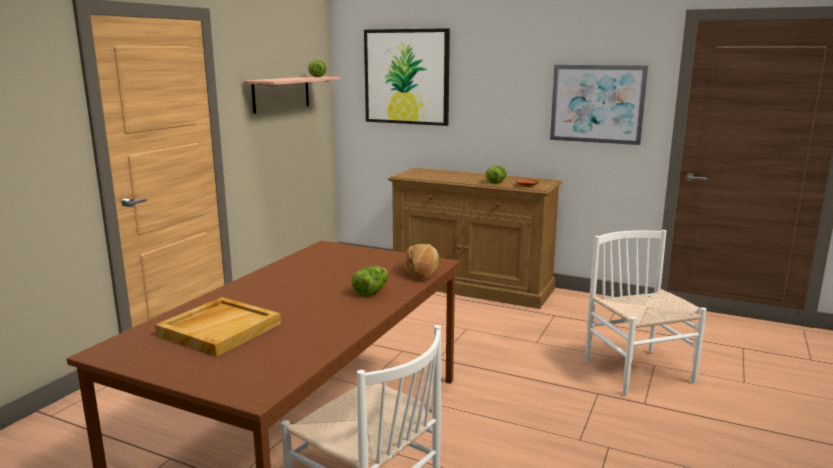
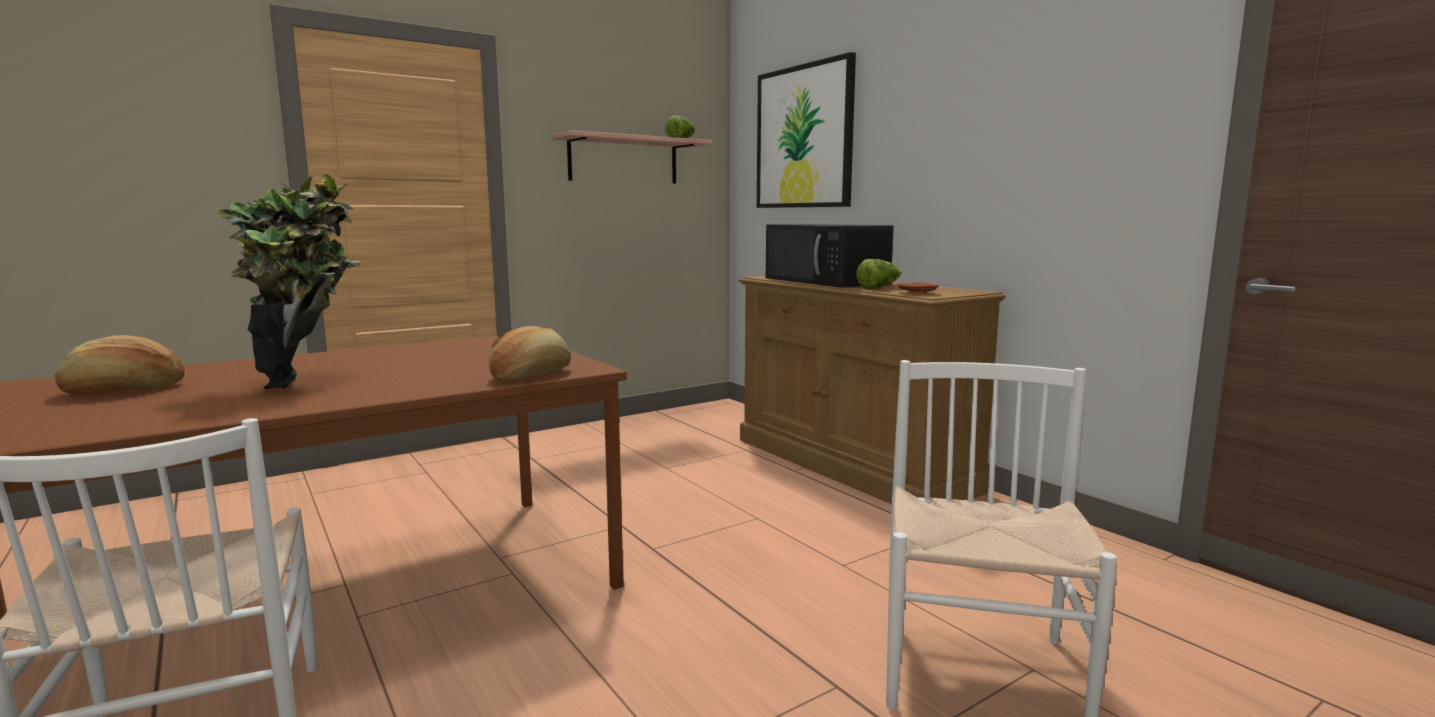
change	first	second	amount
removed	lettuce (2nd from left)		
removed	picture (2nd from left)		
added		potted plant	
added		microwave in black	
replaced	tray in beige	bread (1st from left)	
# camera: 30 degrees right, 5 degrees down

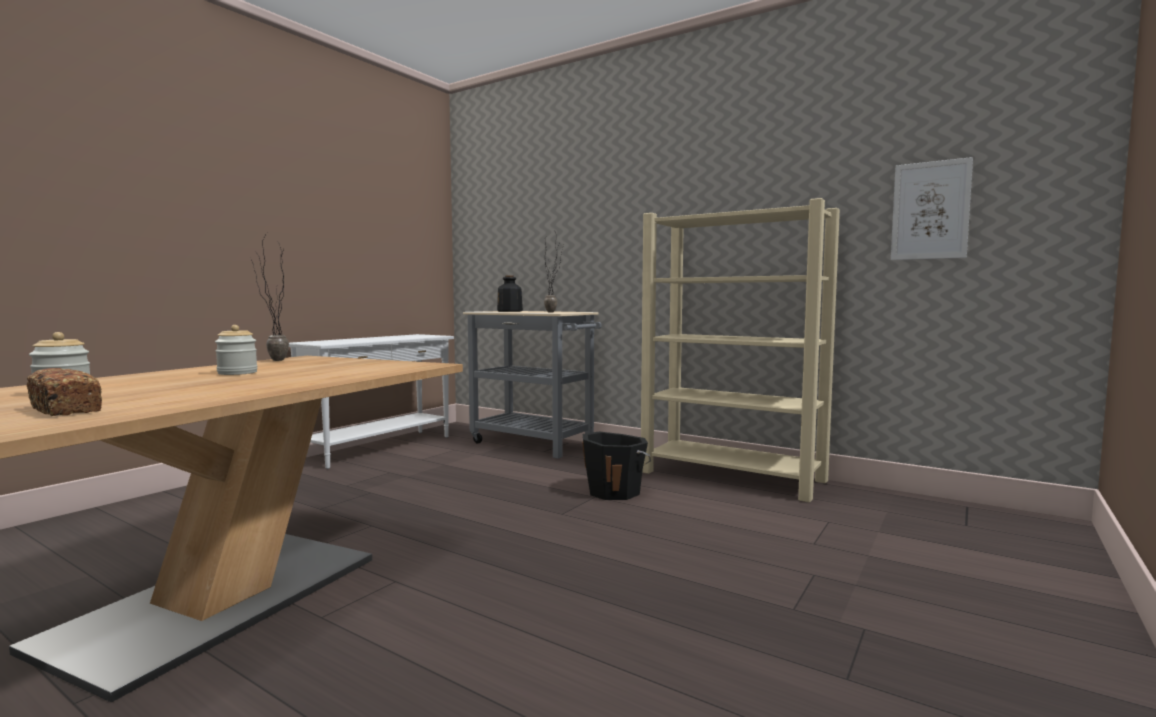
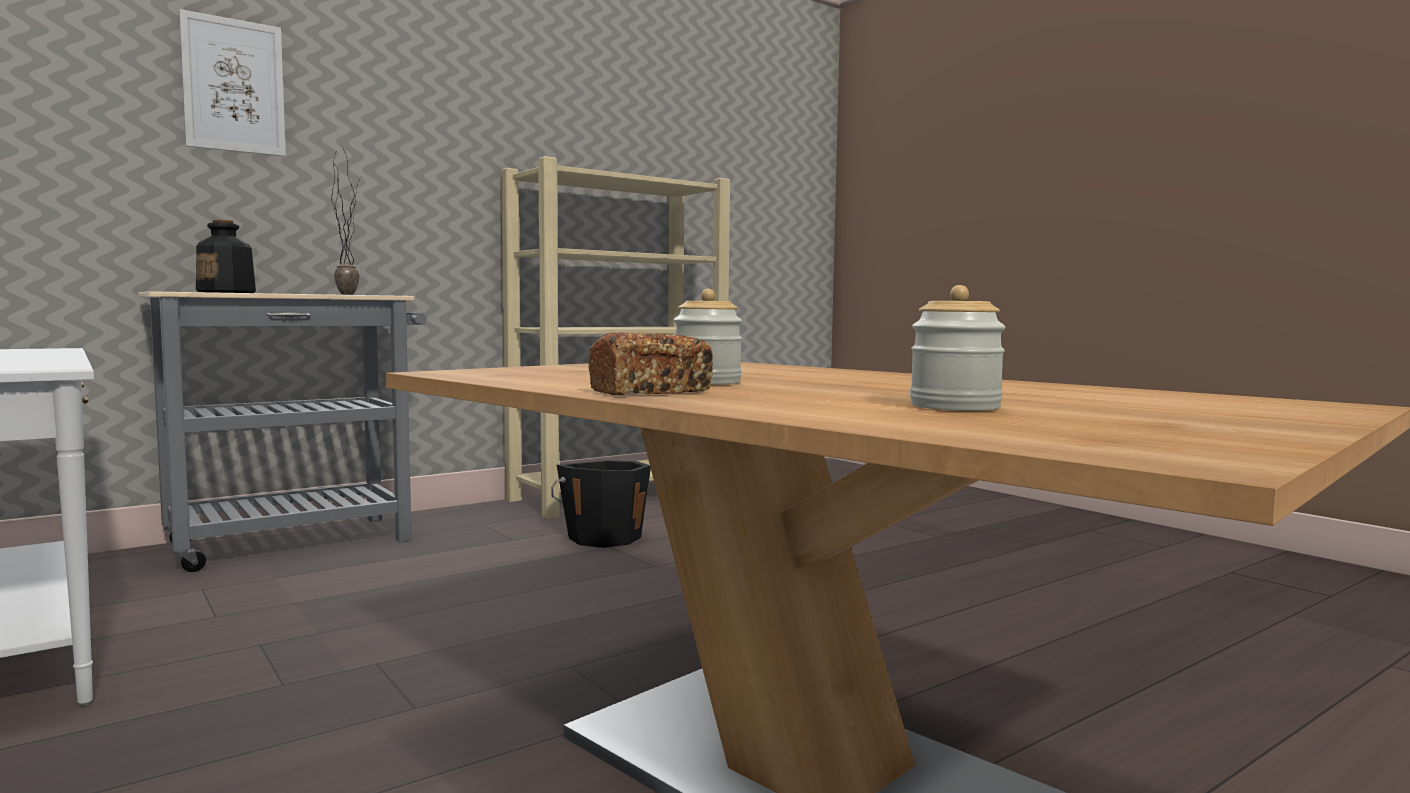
change	first	second	amount
removed	potted plant (1st from left)		
moved	bread		
moved	picture		
# camera: 70 degrees left, 0 degrees up

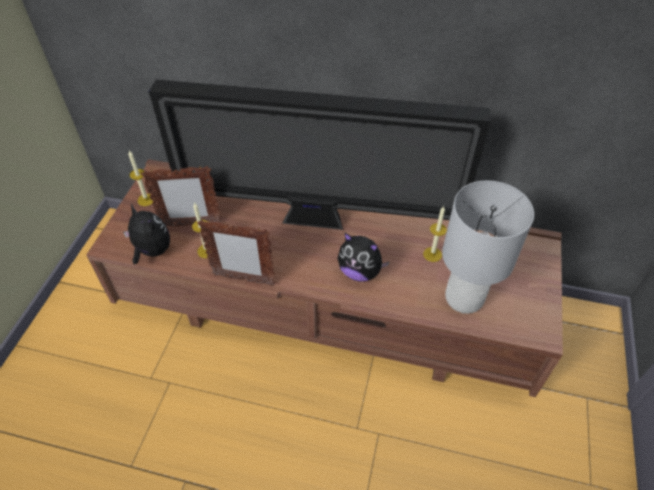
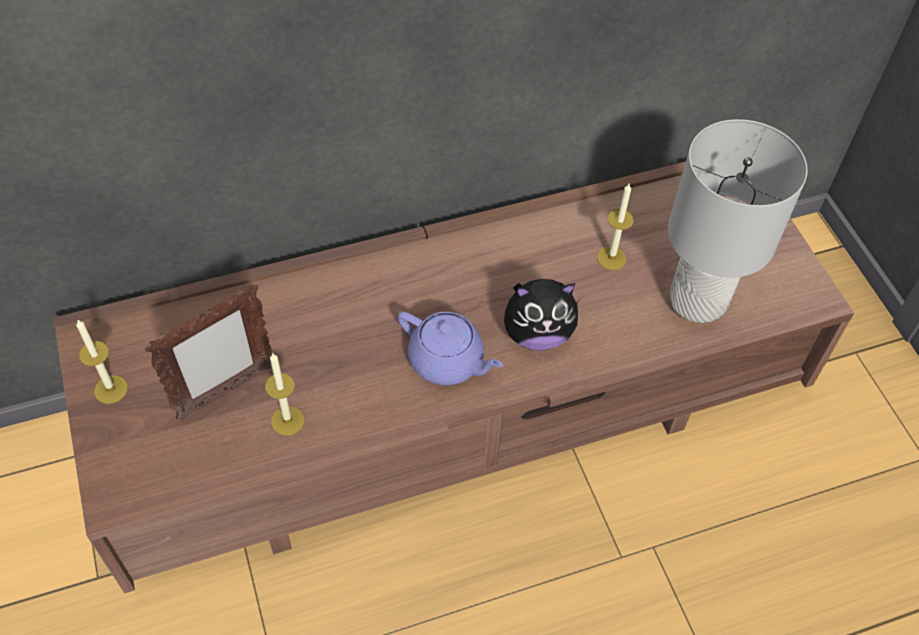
change	first	second	amount
removed	plush toy (1st from left)		
removed	television		
removed	picture frame (2nd from left)		
added		teapot in purple	
# camera: 35 degrees left, 5 degrees up

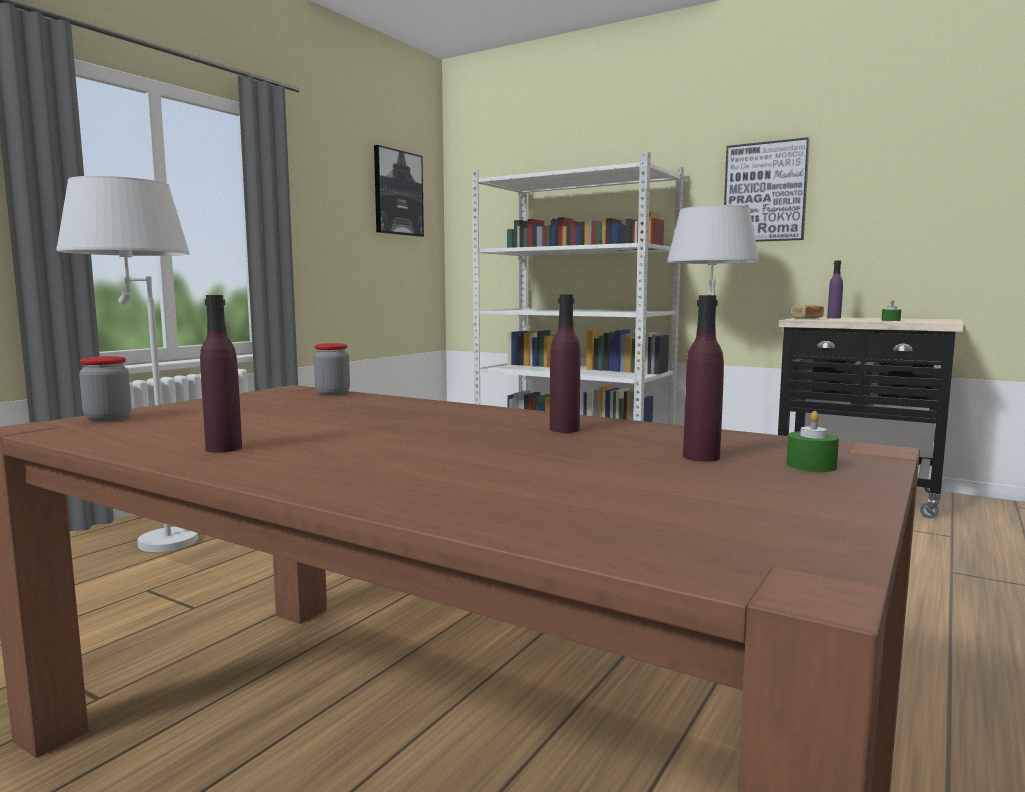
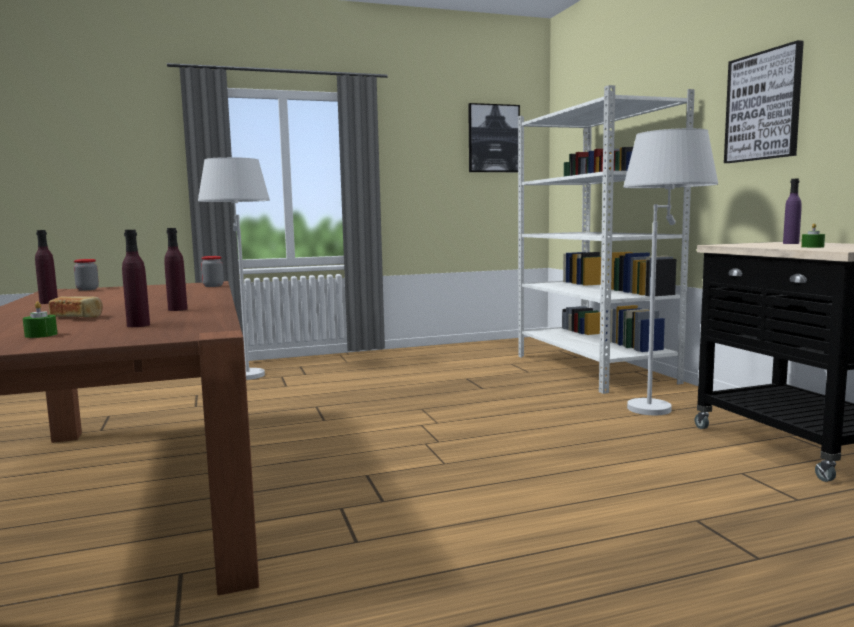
change	first	second	amount
moved	candle in green (1st from left)		
moved	bread		
# camera: 40 degrees right, 0 degrees up

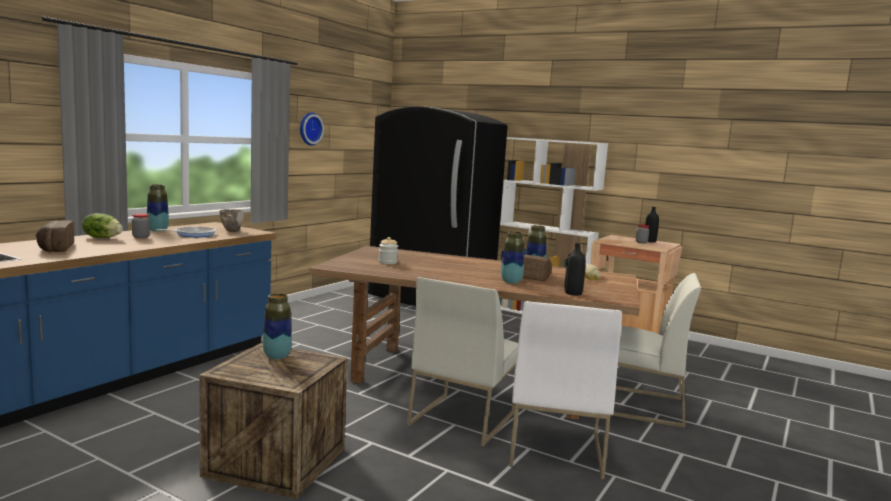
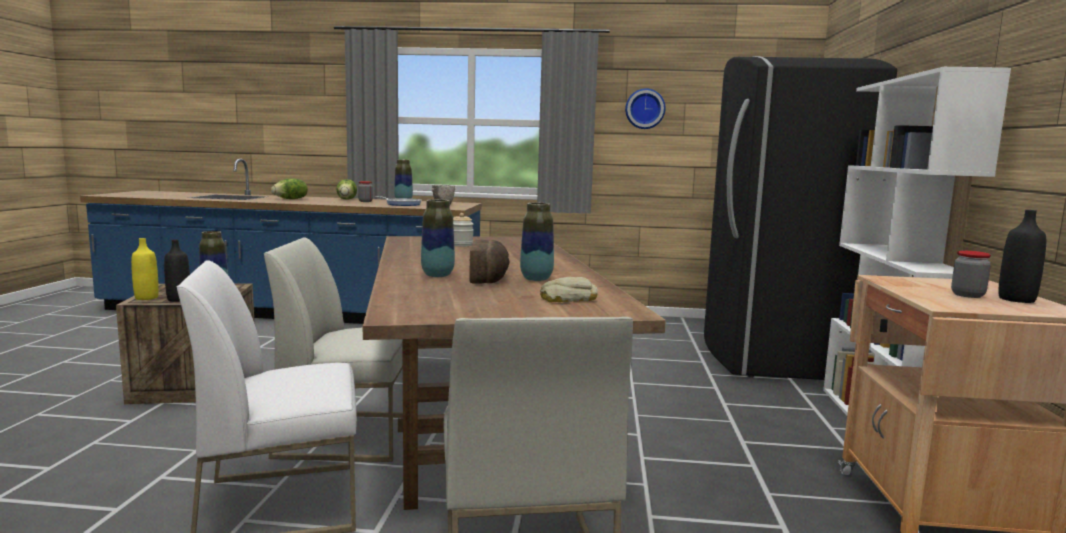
change	first	second	amount
added		bottle in yellow	
moved	bottle in black (1st from left)		
replaced	bread (1st from left)	lettuce (1st from left)	
# camera: 65 degrees right, 0 degrees up

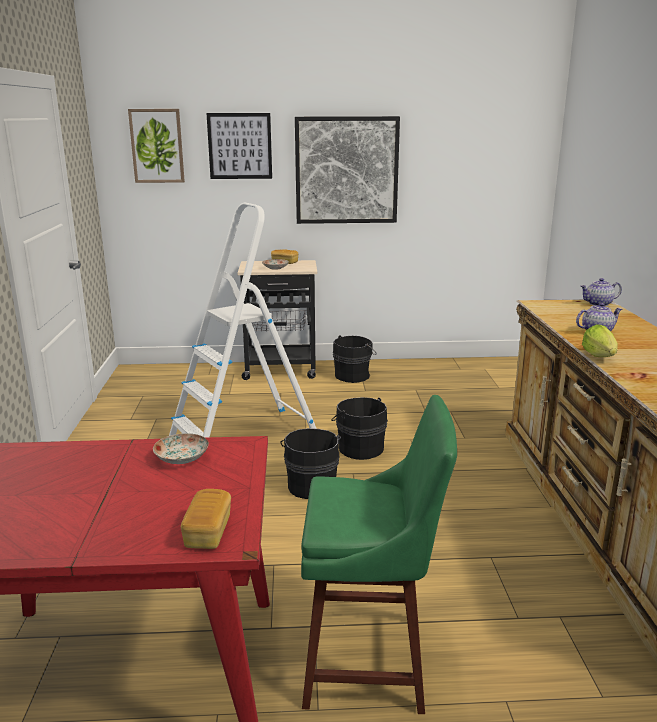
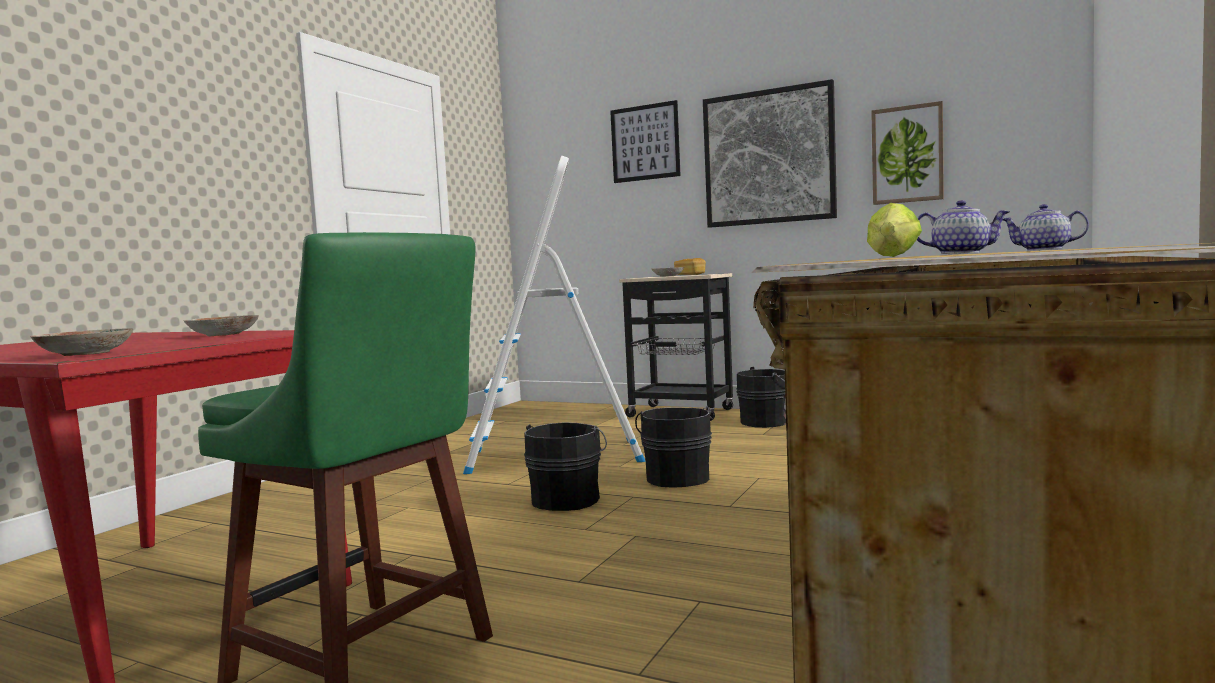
change	first	second	amount
moved	picture (1st from left in the first image)	picture (3rd from left)	
replaced	bread (1st from left)	plate (1st from left)	
# camera: 30 degrees right, 15 degrees down

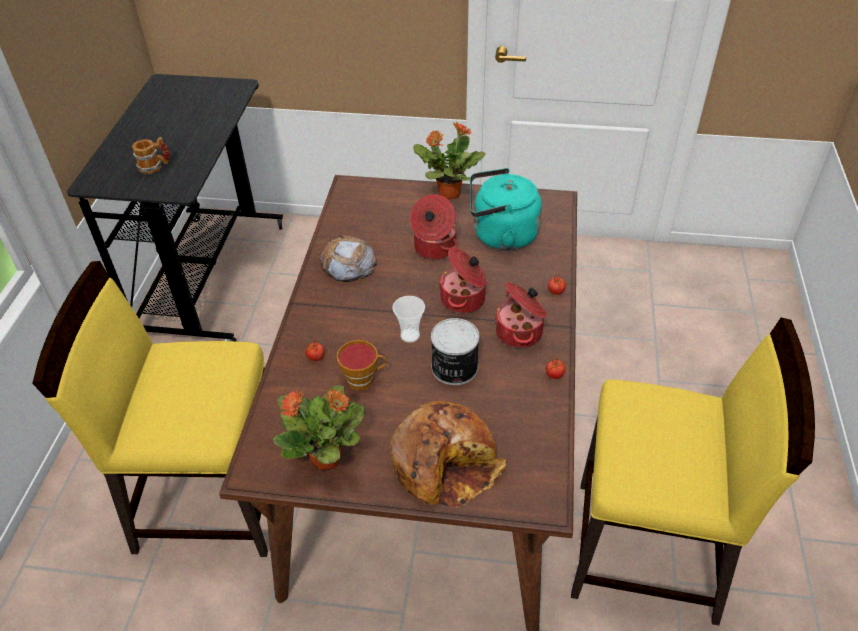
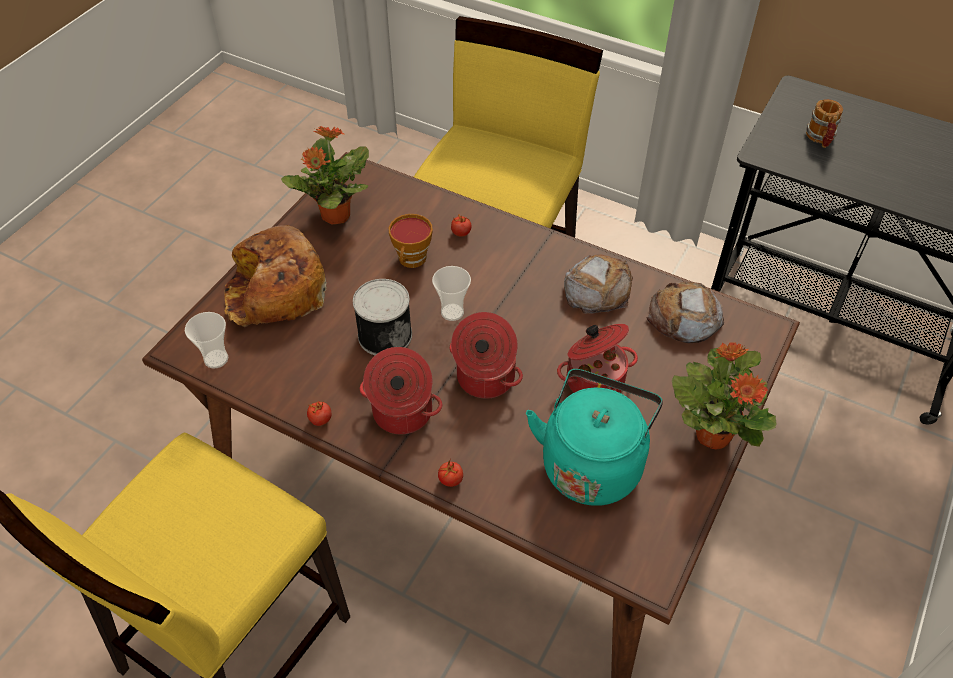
change	first	second	amount
added		cup (1st from left)	
added		bread (3rd from left)	
# camera: 110 degrees right, 5 degrees up

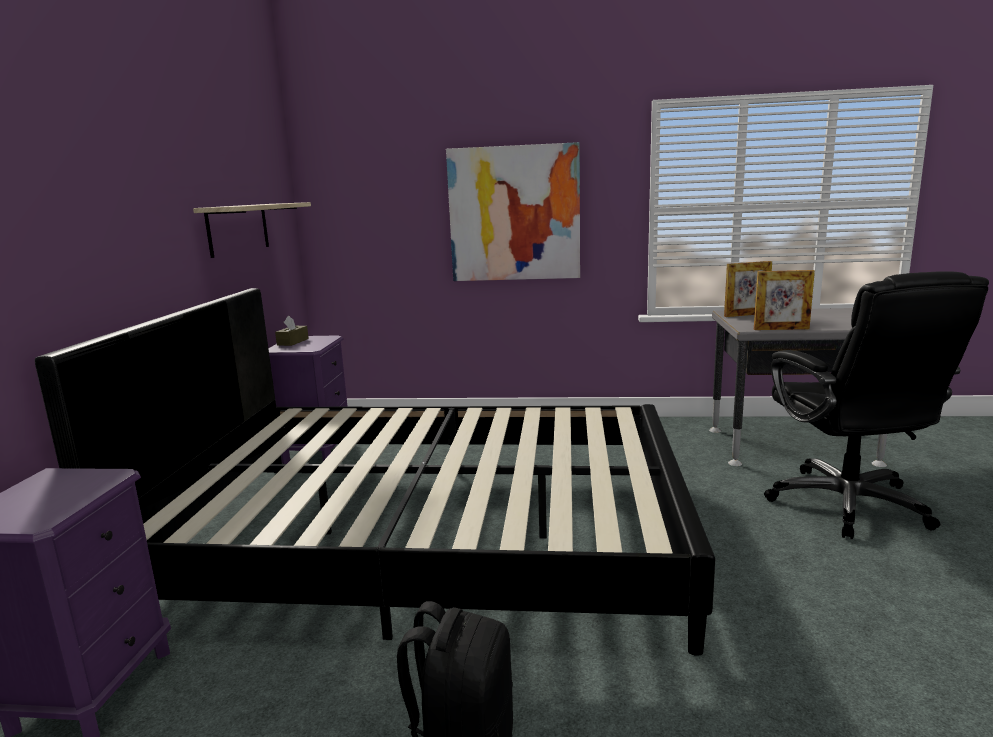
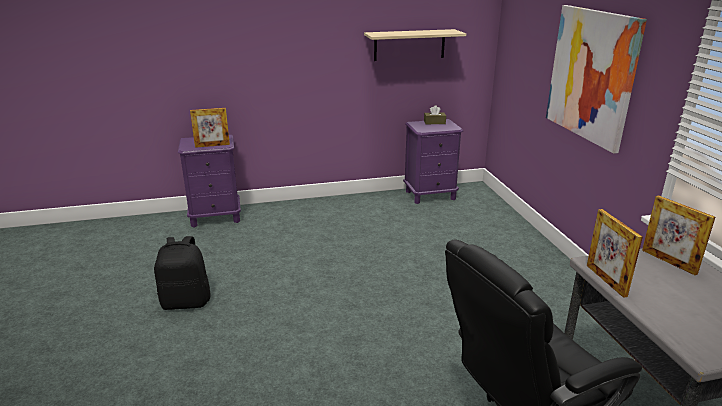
change	first	second	amount
removed	bed in black		
added		picture frame (1st from left)	
# camera: 70 degrees right, 10 degrees up

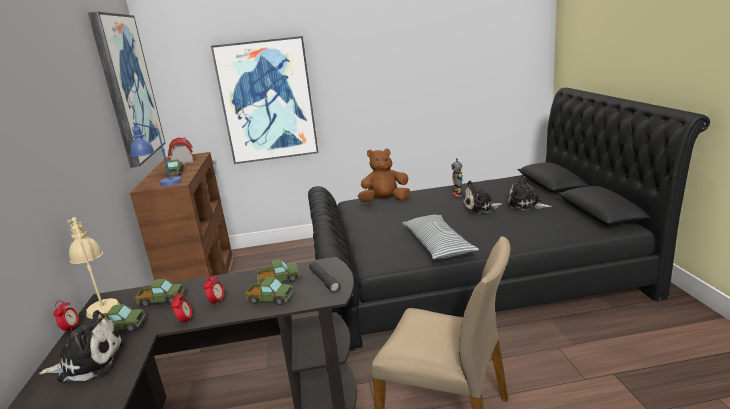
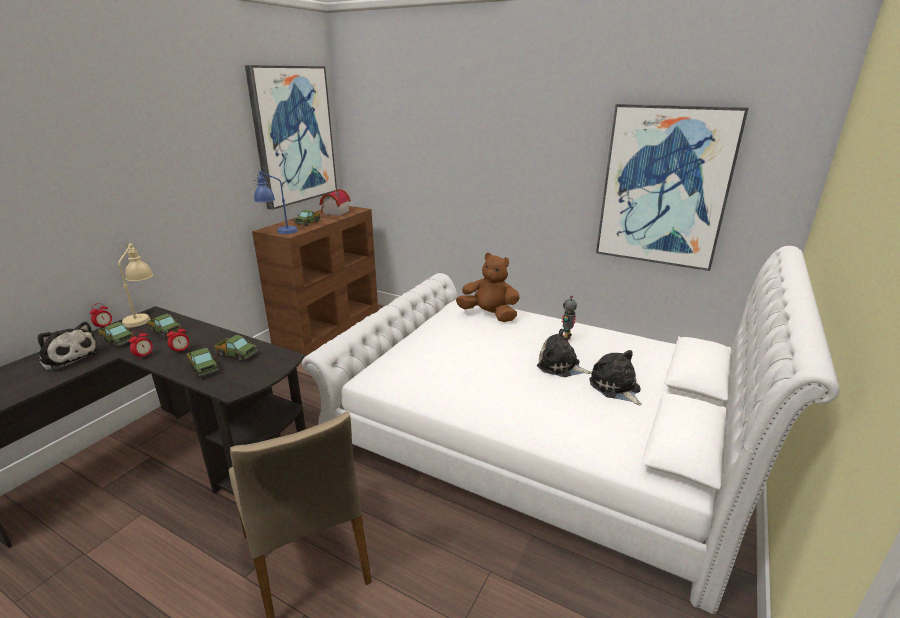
change	first	second	amount
removed	flashlight in grey		
removed	pillow		
moved	picture (2nd from left)		
recoloured	bed in black	bed in white	
# camera: 35 degrees right, 5 degrees up

